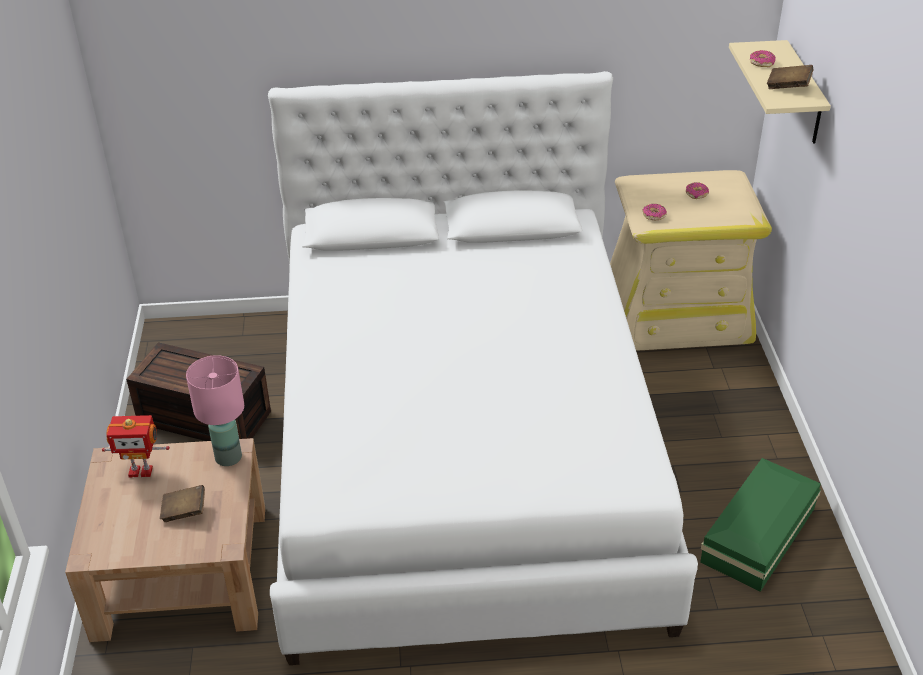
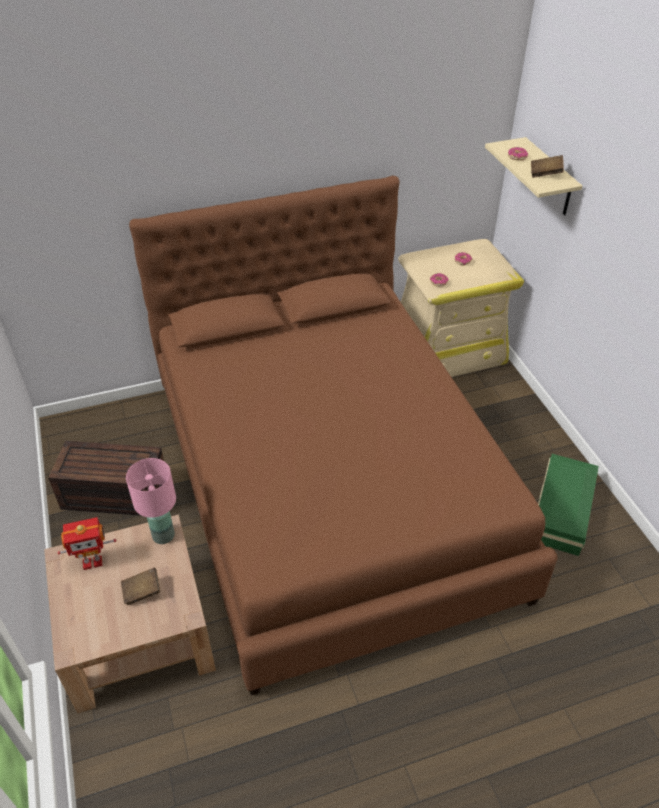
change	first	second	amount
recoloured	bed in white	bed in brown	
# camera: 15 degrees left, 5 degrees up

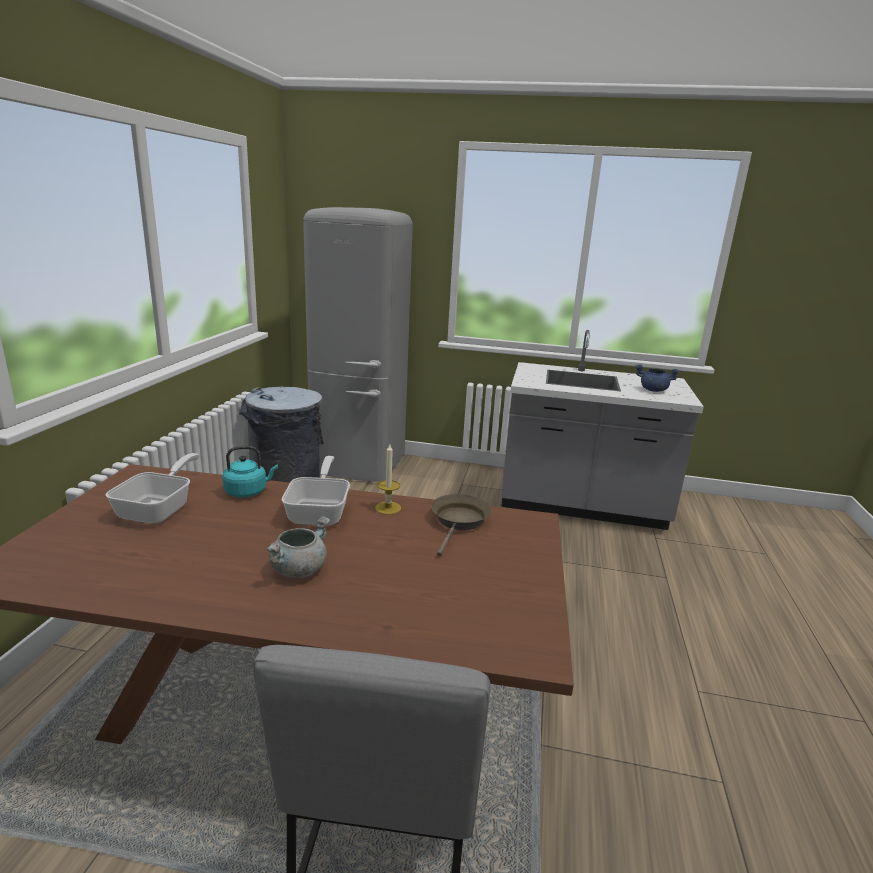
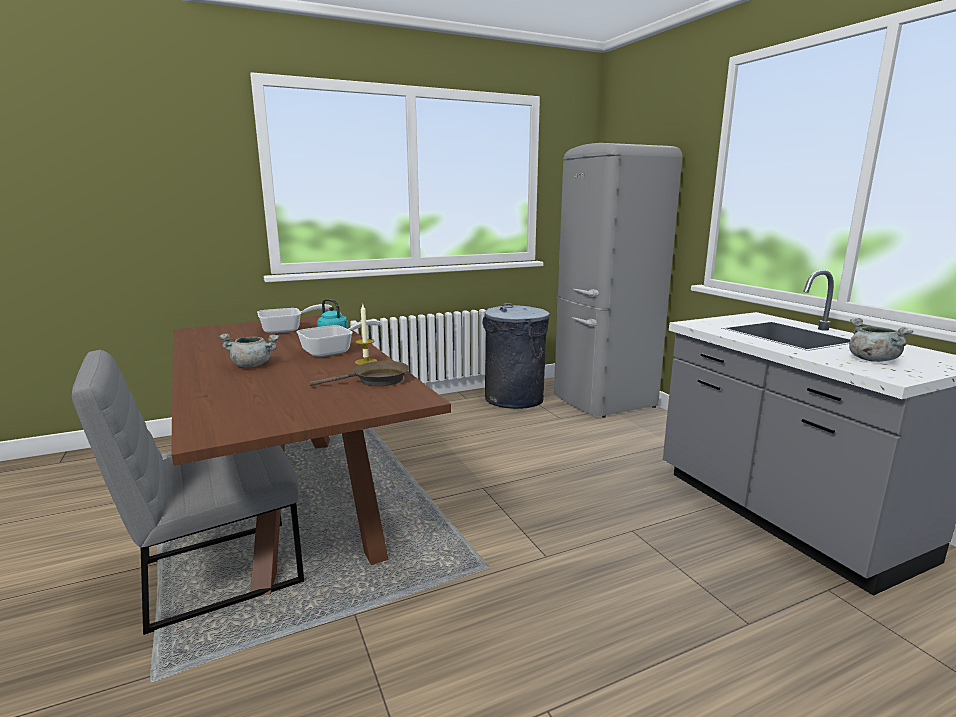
change	first	second	amount
recoloured	cooking pot in blue	cooking pot in grey (2nd from left)	
# camera: 55 degrees right, 5 degrees down

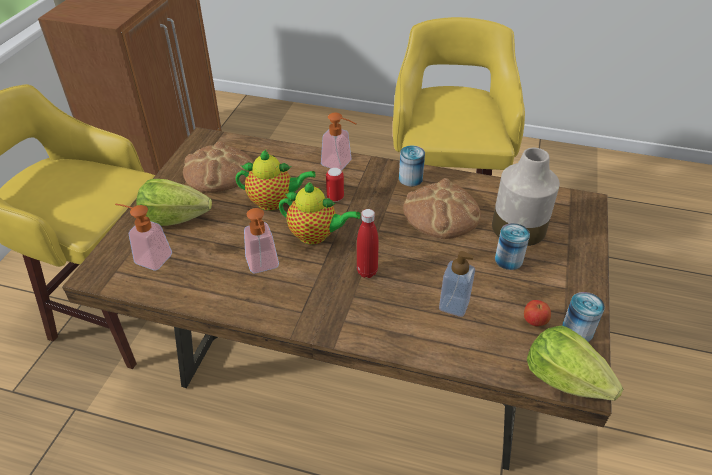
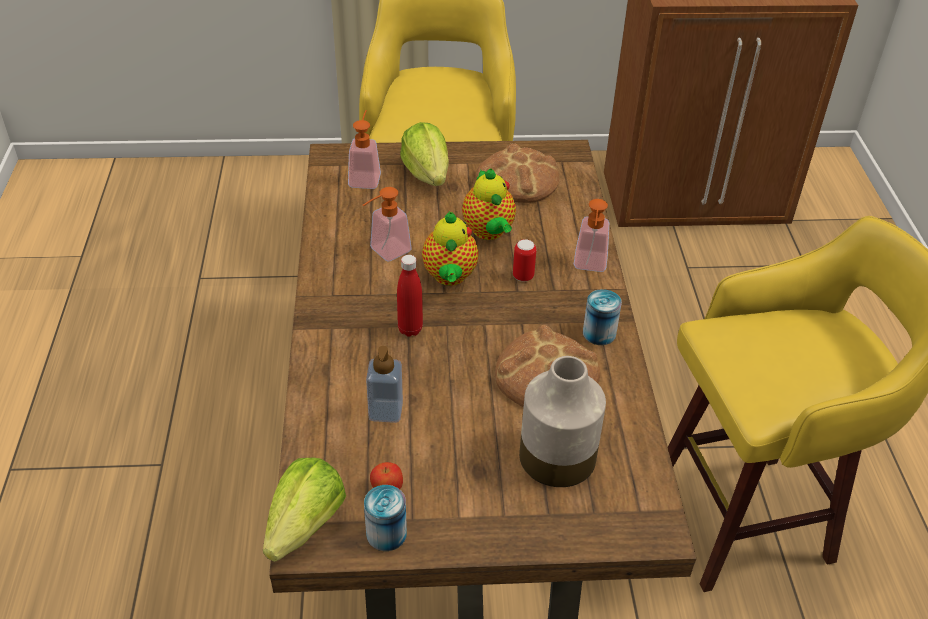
change	first	second	amount
removed	can (3rd from left)		
# camera: 70 degrees right, 0 degrees up

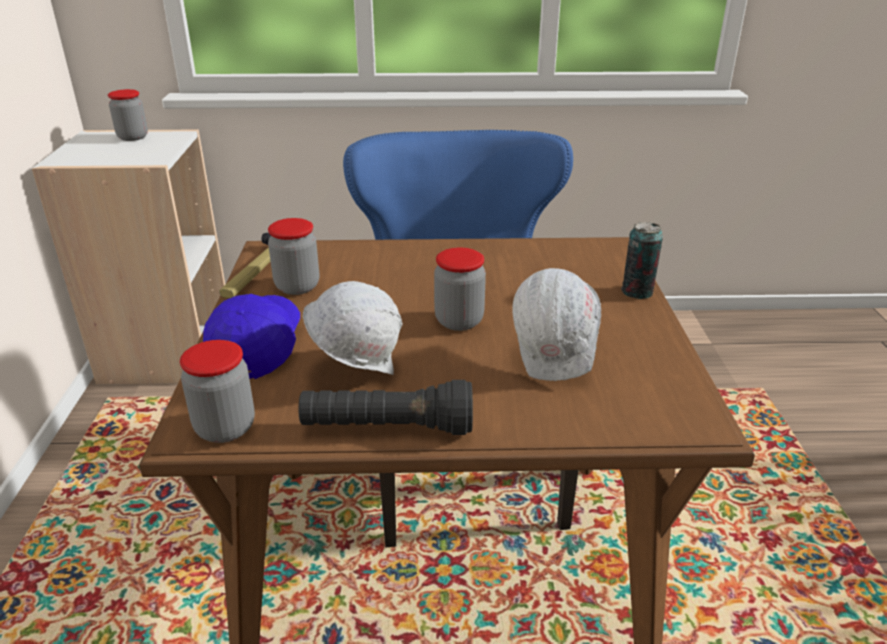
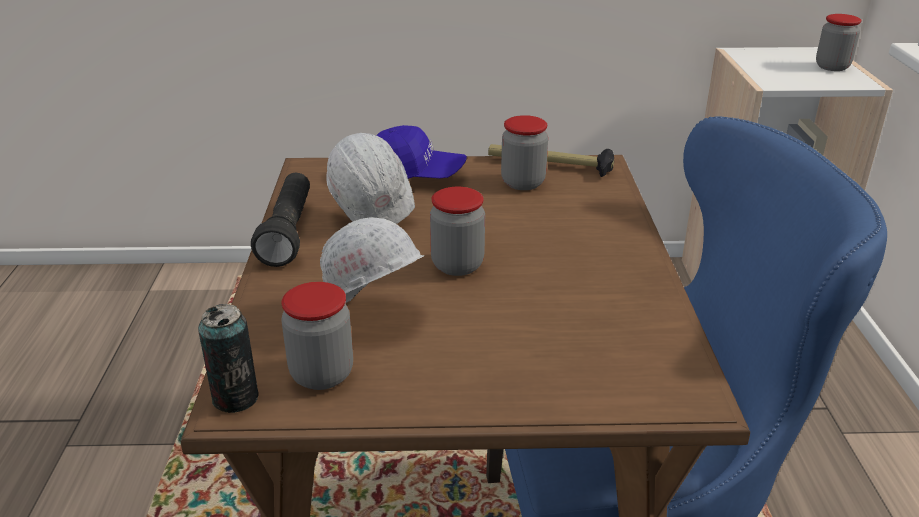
change	first	second	amount
moved	jar (2nd from left in the first image)	jar (1st from left)	
moved	can		
# camera: 90 degrees right, 0 degrees up

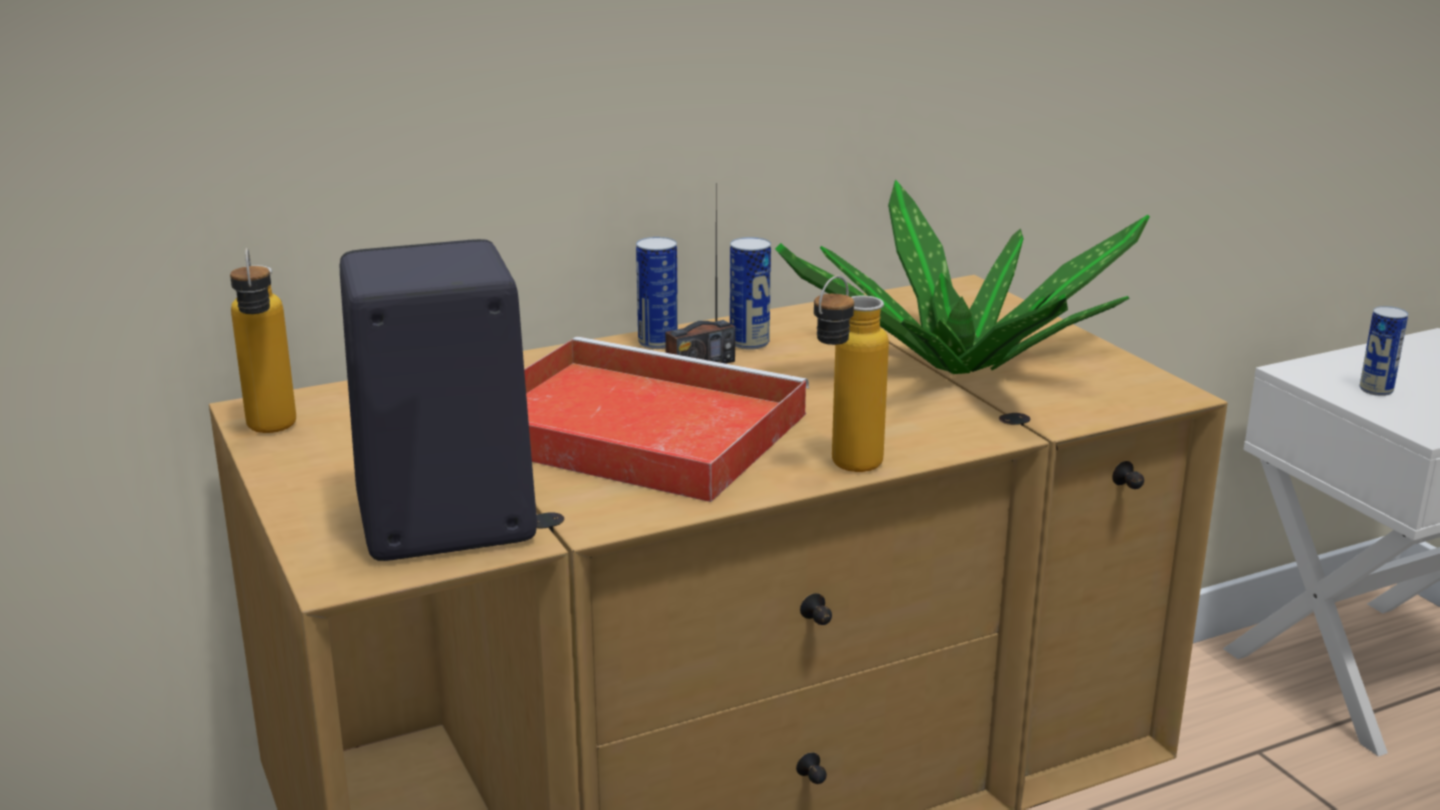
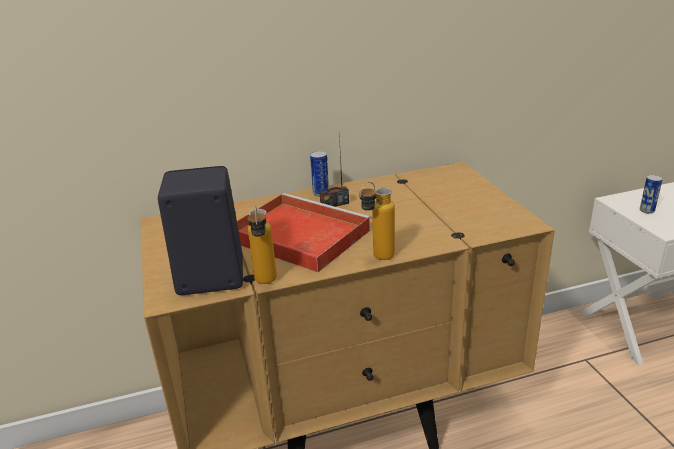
change	first	second	amount
removed	can (2nd from left)		
removed	potted plant		
moved	bottle (1st from left)		
# camera: 10 degrees right, 5 degrees up

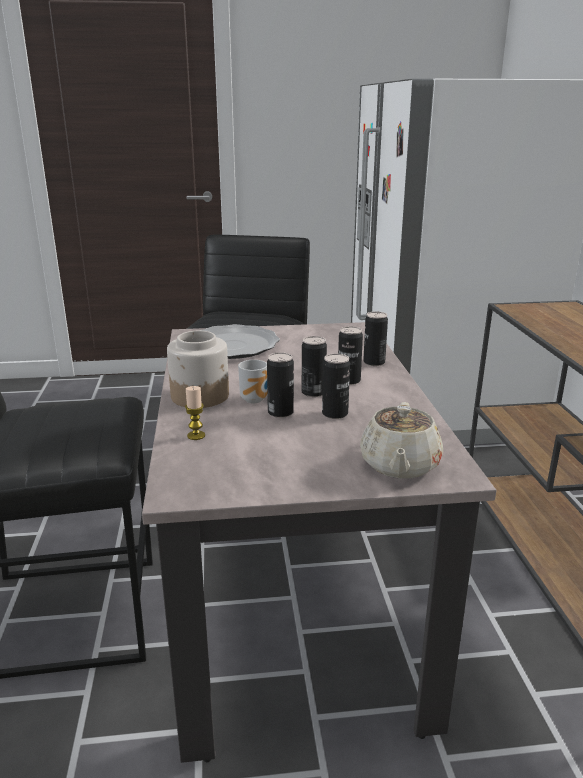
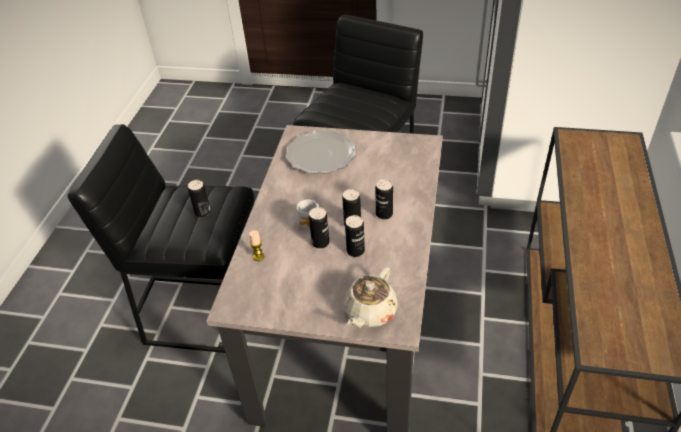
change	first	second	amount
removed	jar		
moved	can (5th from left in the first image)	can (1st from left)	
# camera: 20 degrees right, 20 degrees up

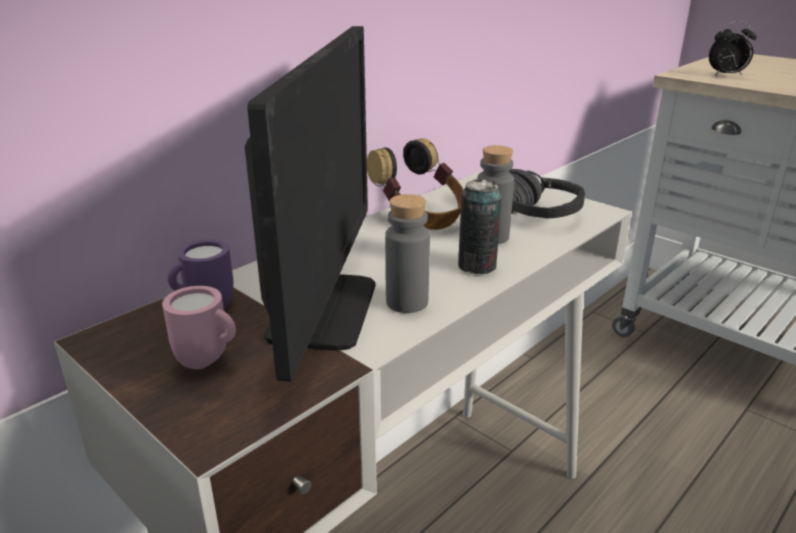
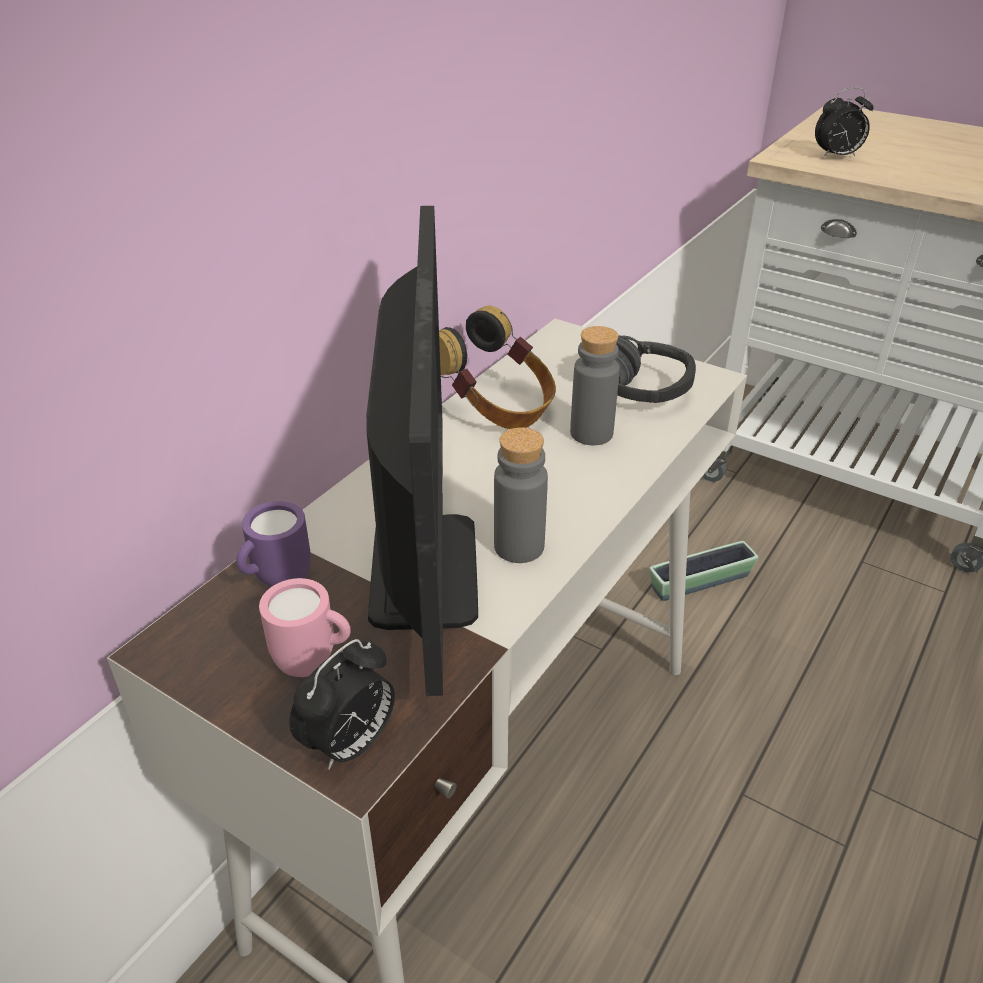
change	first	second	amount
removed	can		
added		alarm clock (1st from left)	
added		planter	
# camera: 10 degrees left, 10 degrees up

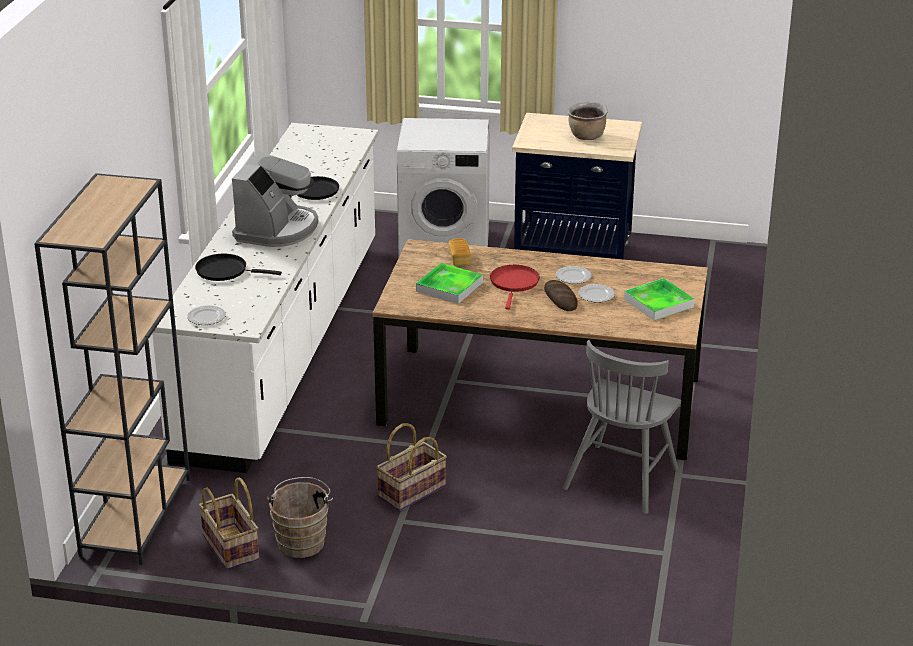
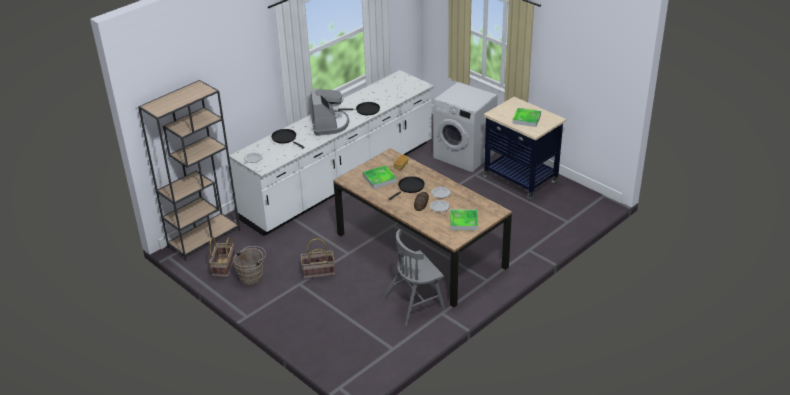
change	first	second	amount
replaced	cooking pot in brown	tray (3rd from left)	
recoloured	frying pan in red	frying pan in black (3rd from left)	
turned	coffee machine		60 degrees counterclockwise
# camera: 35 degrees right, 5 degrees up

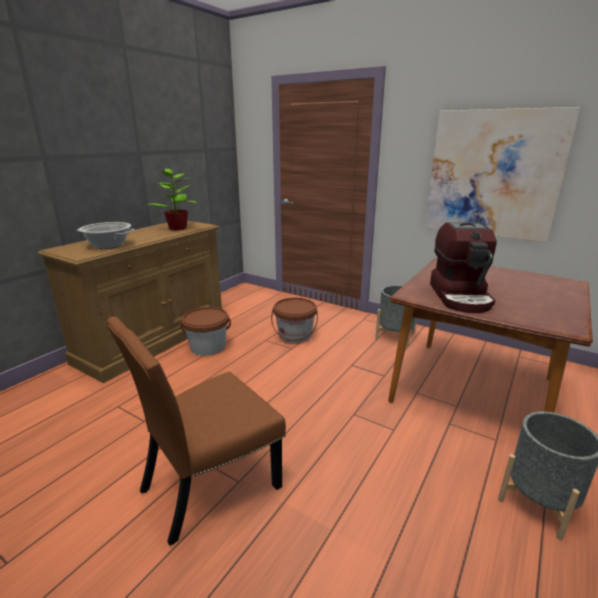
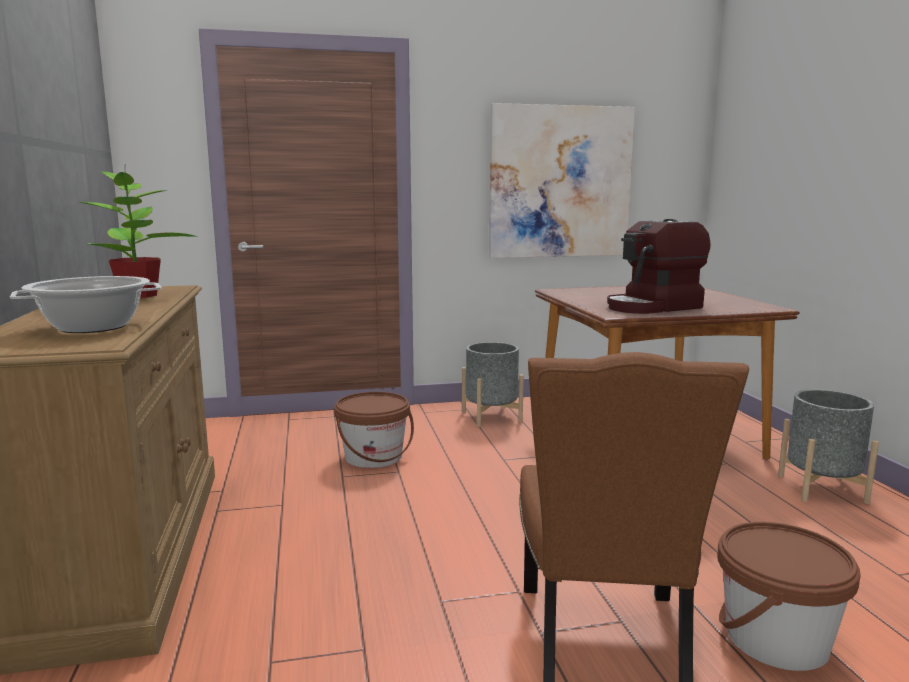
change	first	second	amount
moved	bucket in brown (1st from left in the first image)	bucket in brown (2nd from left)	
turned	coffee machine		105 degrees clockwise
# camera: 45 degrees left, 10 degrees down

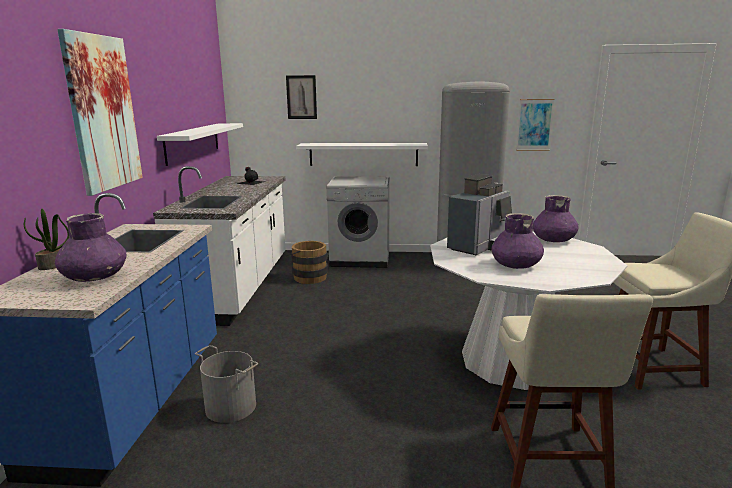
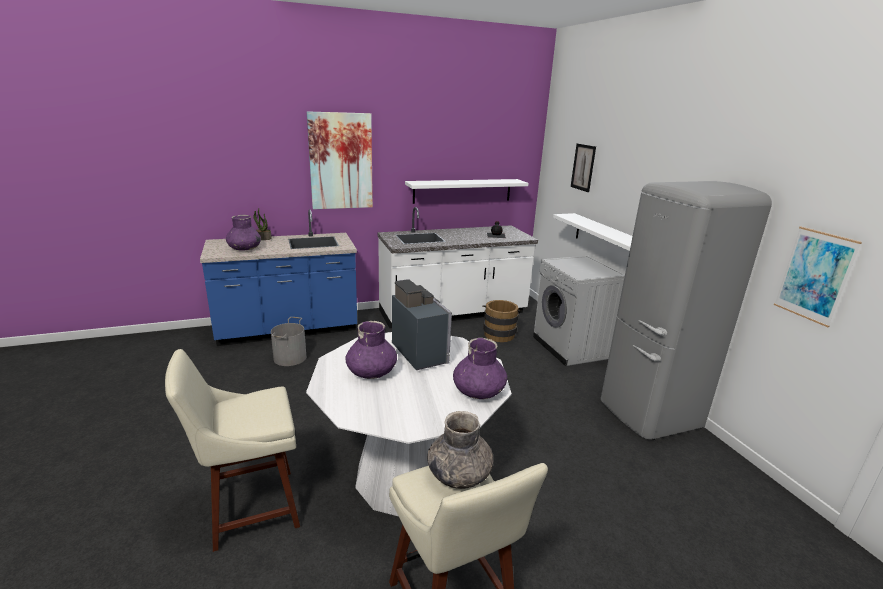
change	first	second	amount
added		vase in grey	
turned	coffee machine		135 degrees counterclockwise
# camera: 65 degrees right, 5 degrees up

